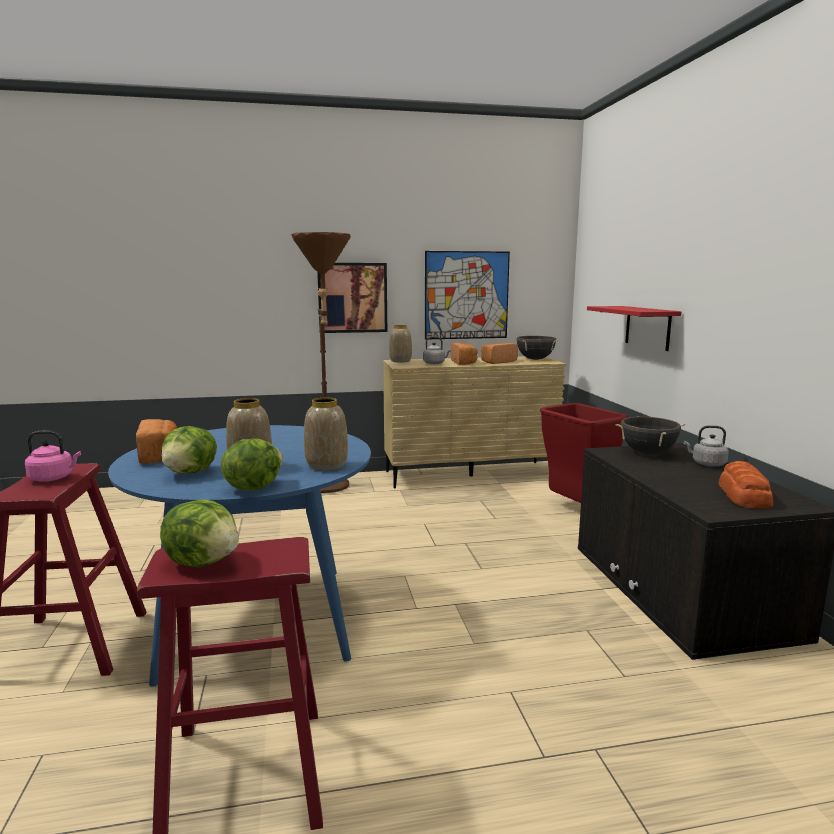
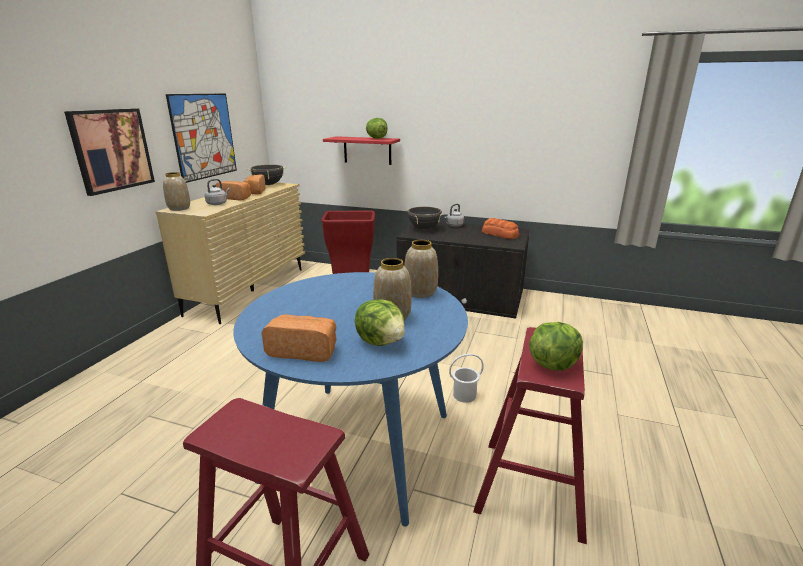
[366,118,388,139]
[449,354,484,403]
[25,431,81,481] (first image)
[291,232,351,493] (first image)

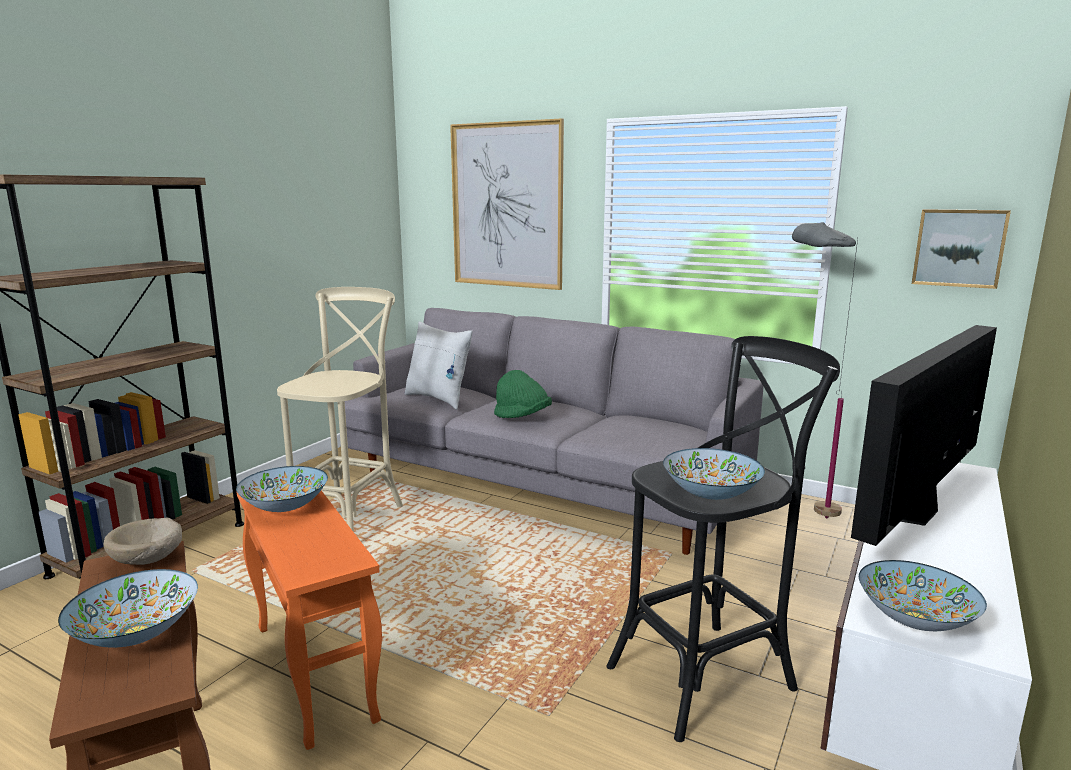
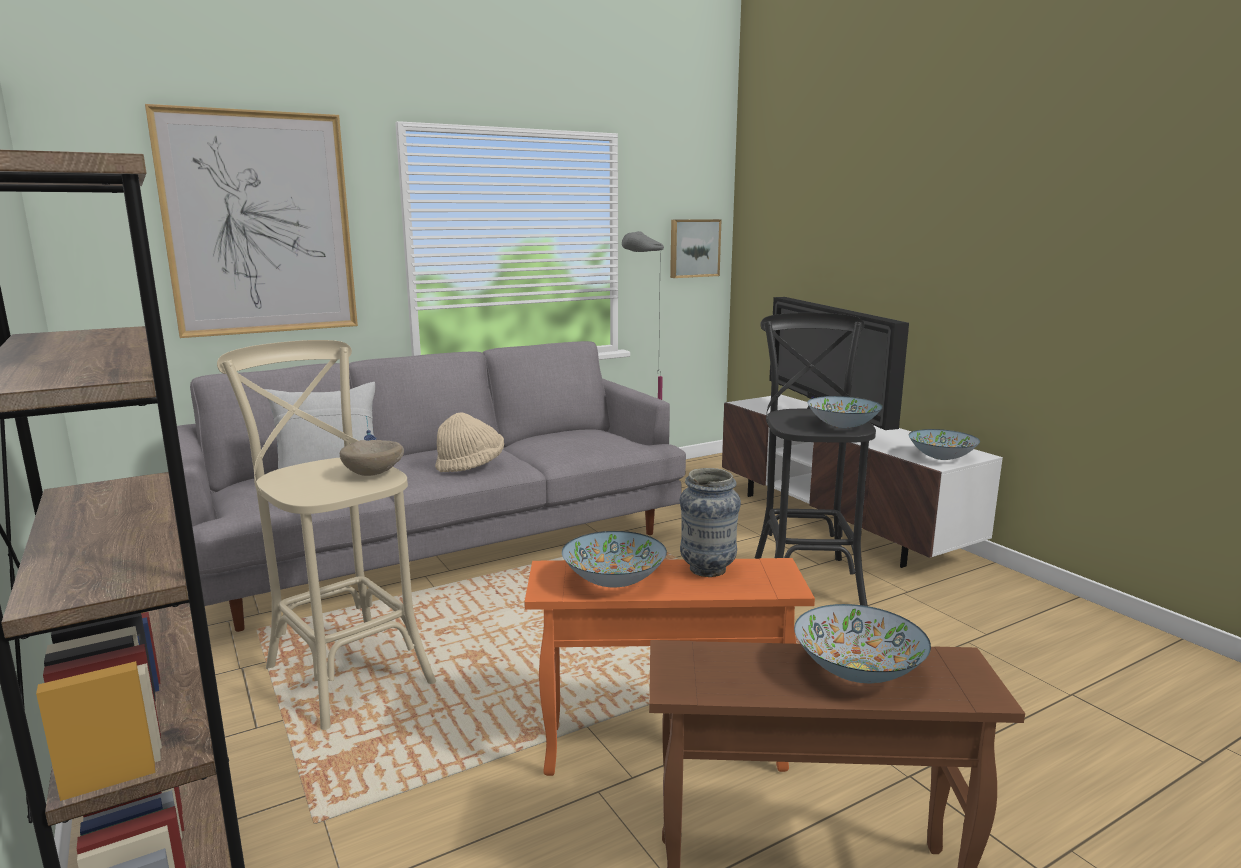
[340,440,404,476]
[435,412,504,472]
[680,468,741,577]

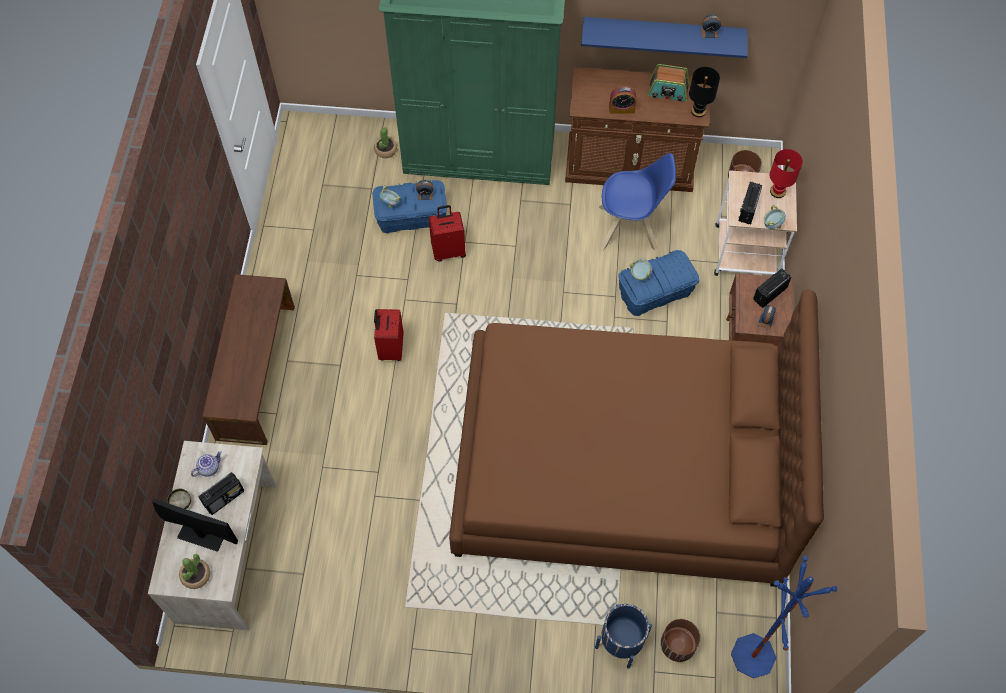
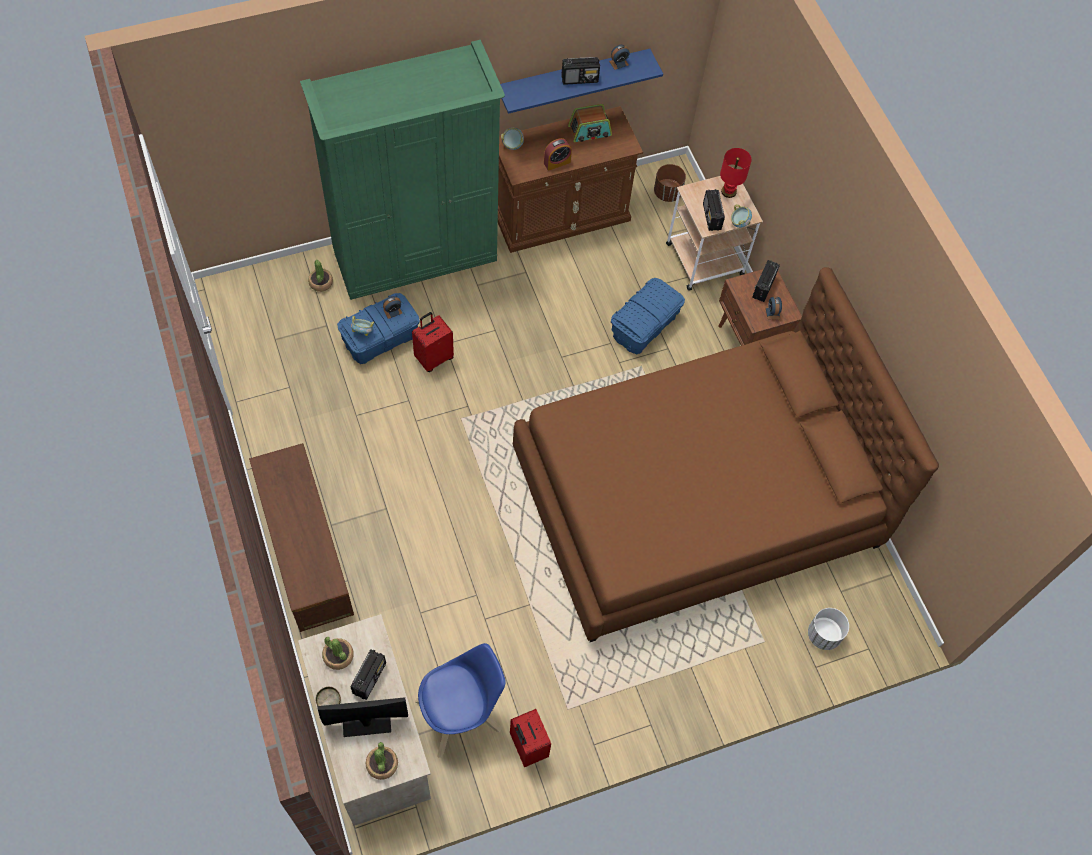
[322,637,354,670]
[415,643,506,758]
[501,128,524,150]
[510,709,551,767]
[561,57,600,85]
[808,608,849,650]
[595,604,652,669] (first image)
[689,67,720,117] (first image)
[731,556,837,679] (first image)

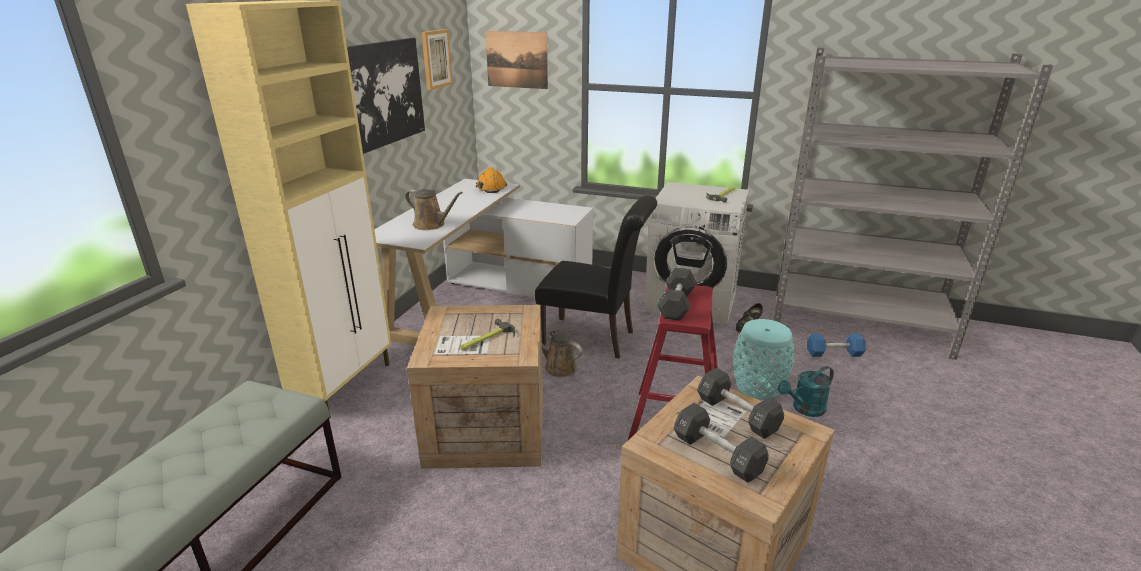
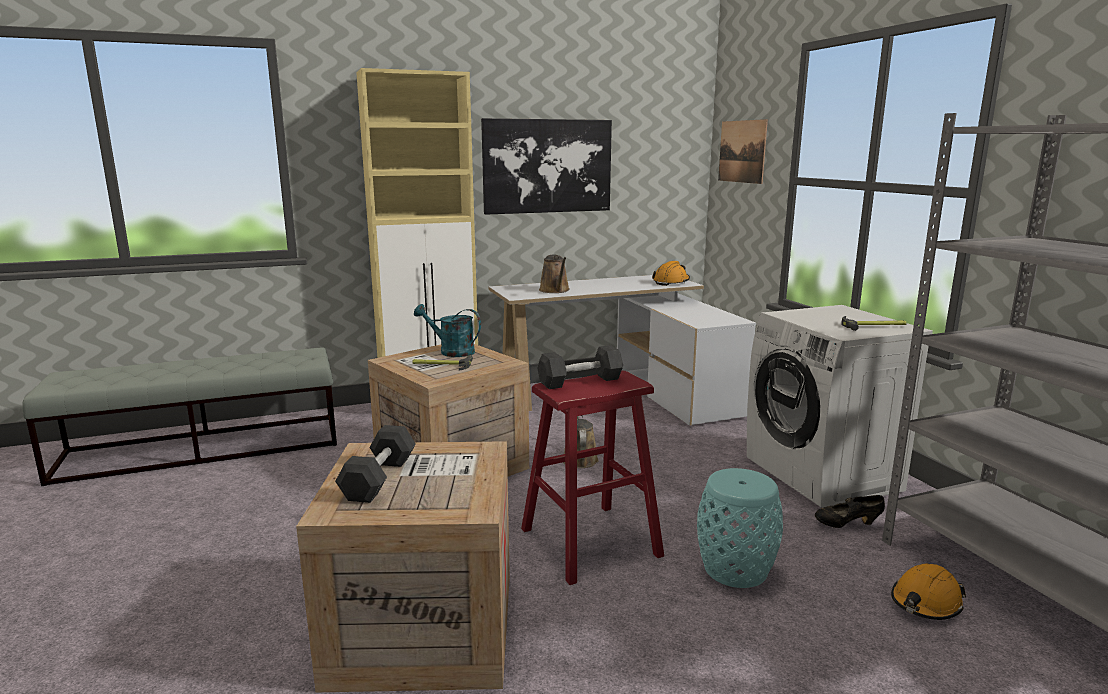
[414,304,481,357]
[891,564,966,620]
[421,29,453,90] (first image)
[535,195,657,358] (first image)
[697,368,784,439] (first image)

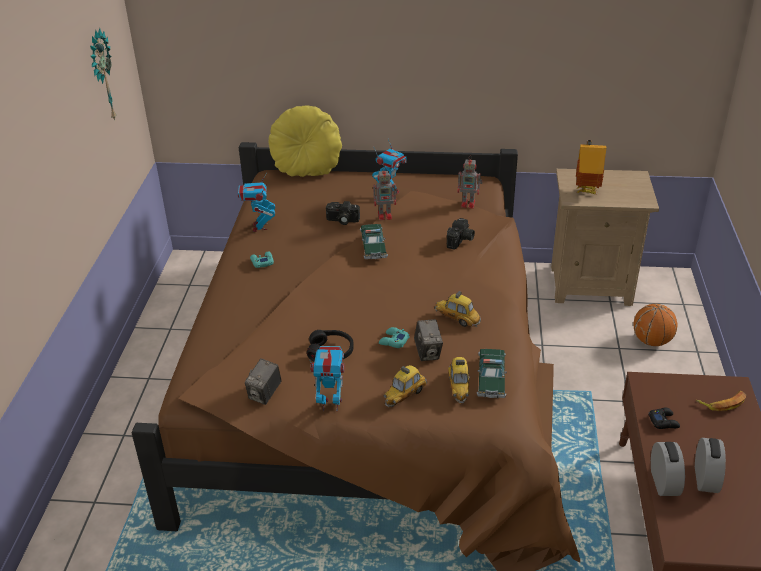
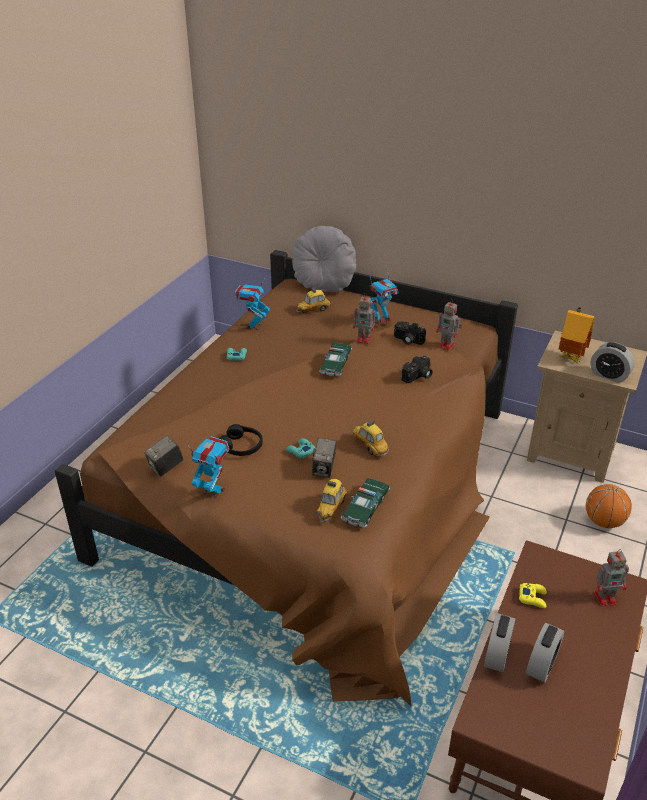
[292,226,356,293]
[296,288,332,313]
[394,321,426,345]
[519,583,547,608]
[590,342,635,383]
[594,549,629,606]
[90,28,116,120] (first image)

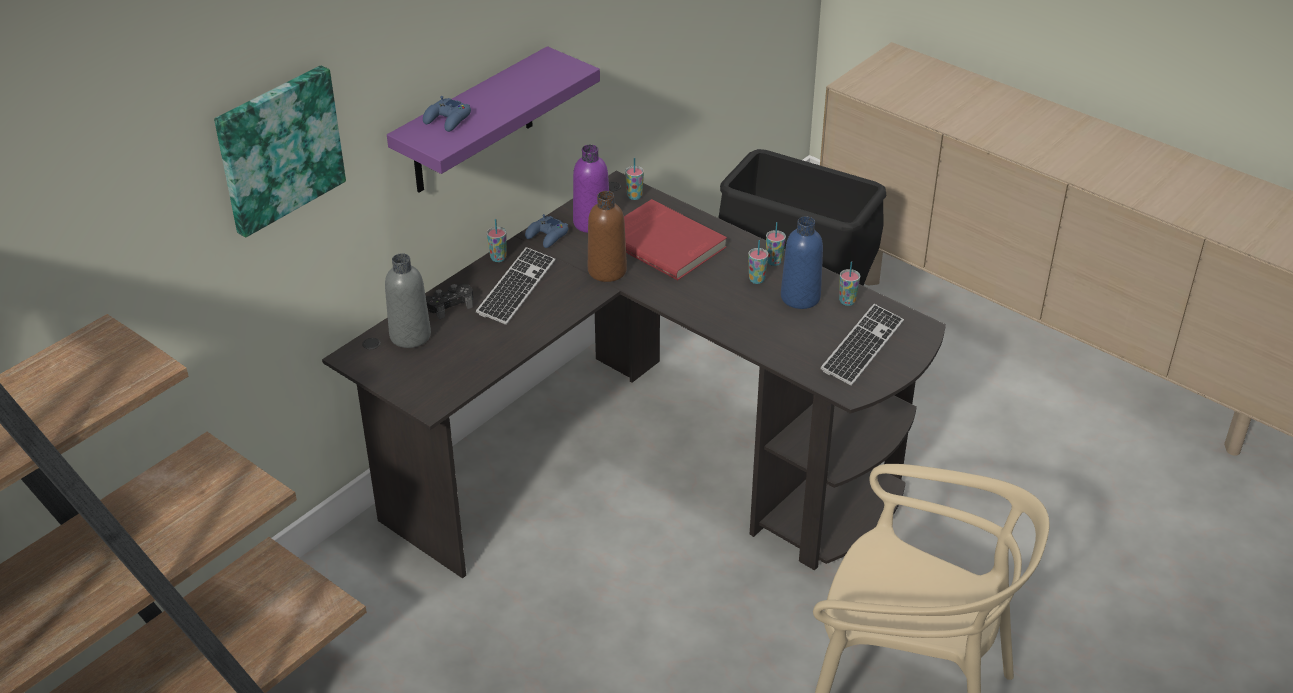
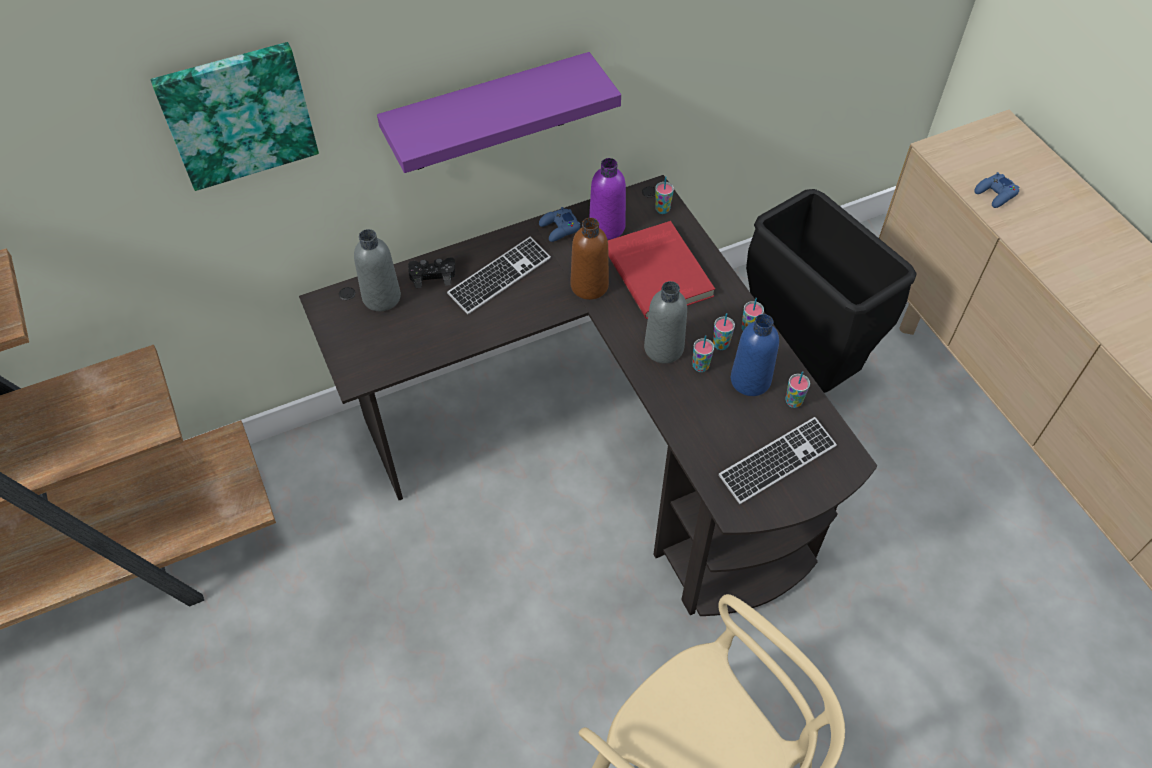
[644,281,687,363]
[692,335,714,372]
[974,172,1020,208]

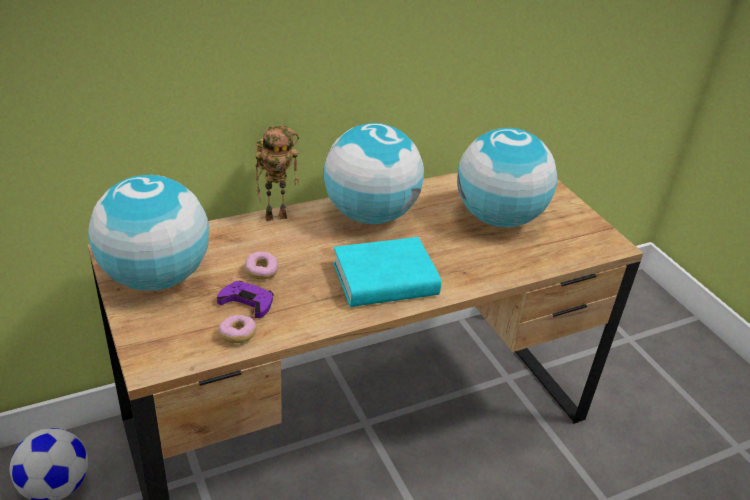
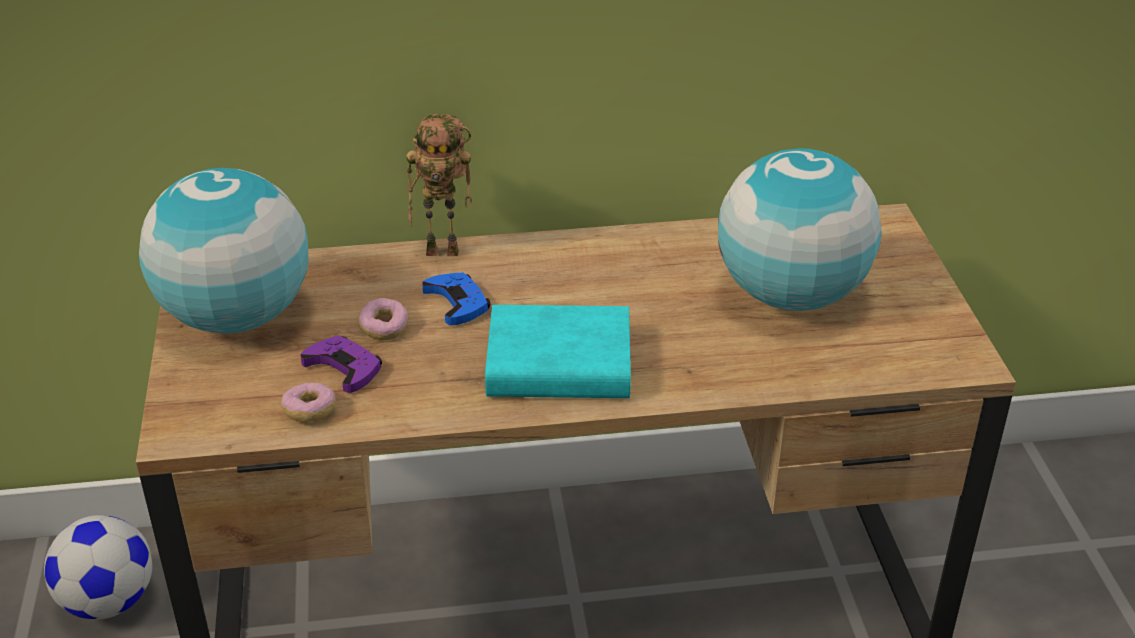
[422,273,490,325]
[323,123,424,224] (first image)

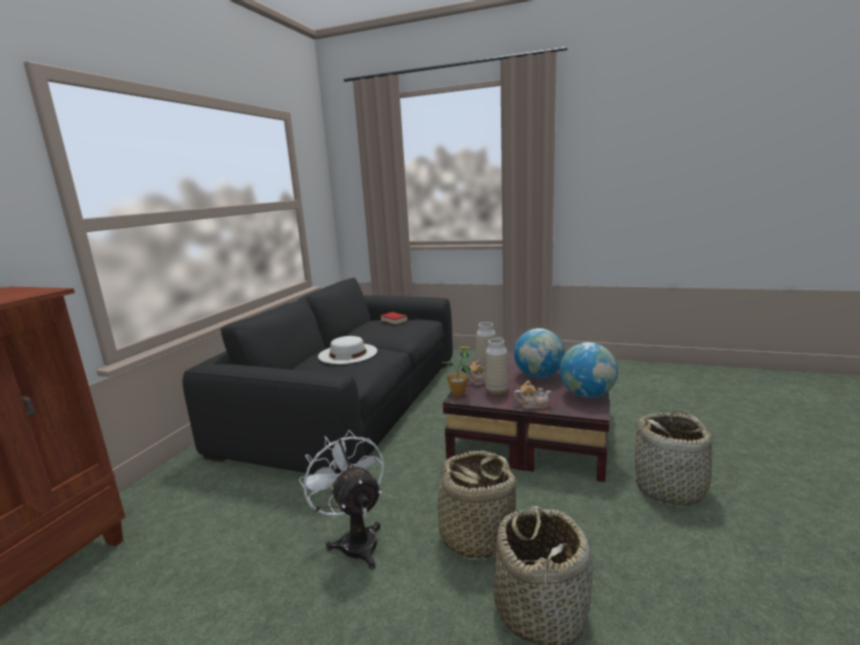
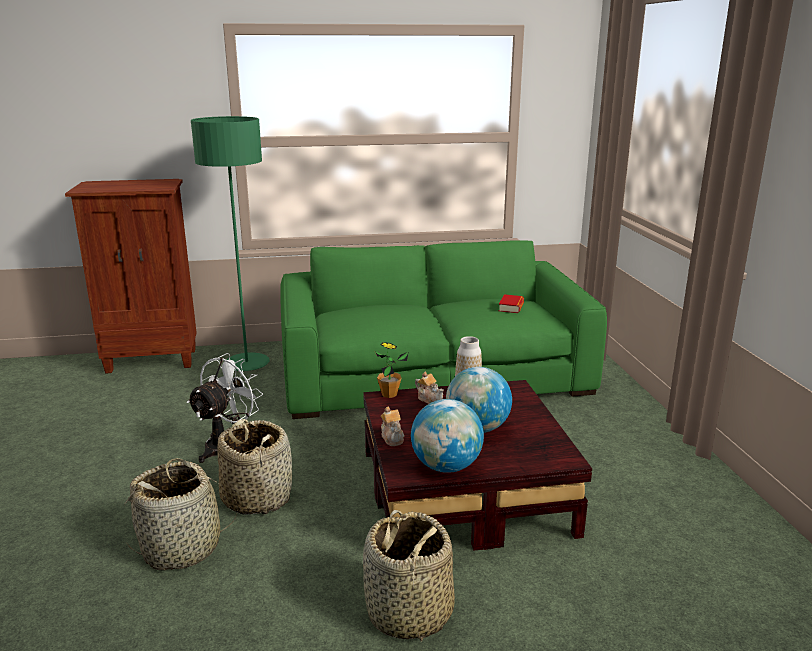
[191,116,270,371]
[280,240,607,419]
[318,336,377,364] (first image)
[485,338,509,395] (first image)

